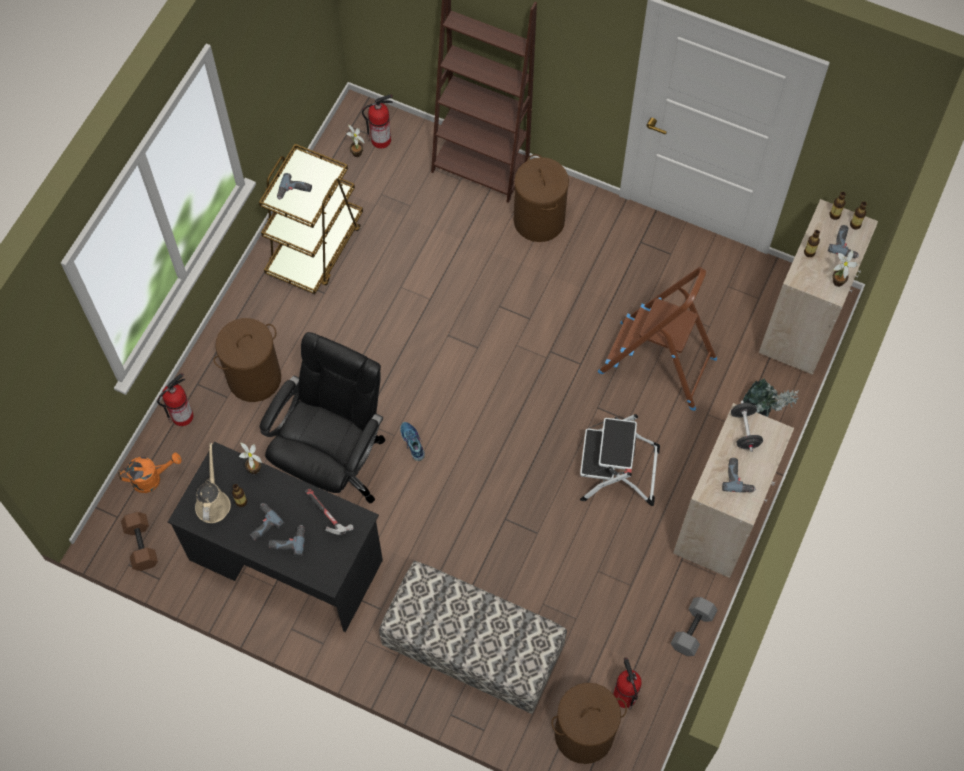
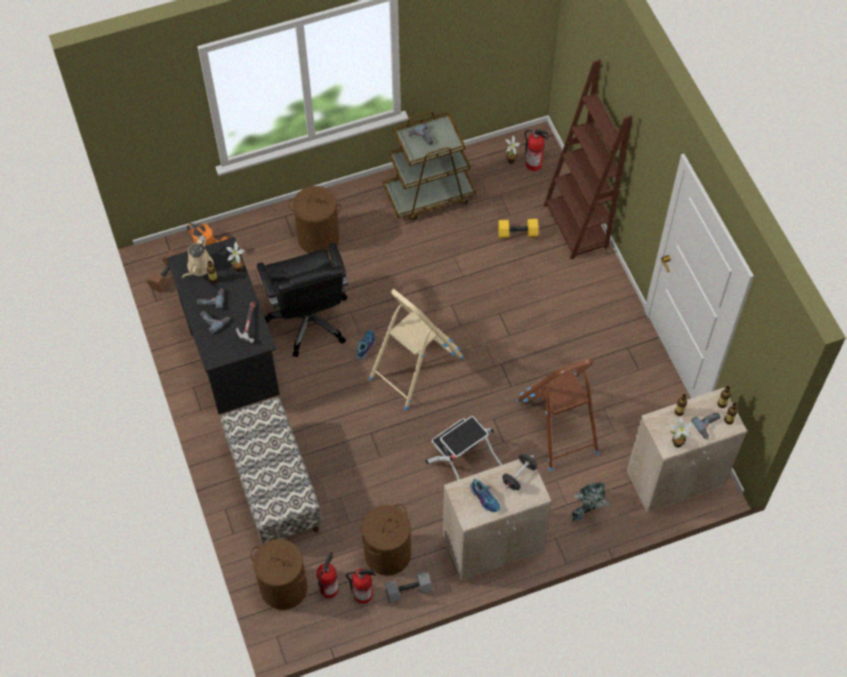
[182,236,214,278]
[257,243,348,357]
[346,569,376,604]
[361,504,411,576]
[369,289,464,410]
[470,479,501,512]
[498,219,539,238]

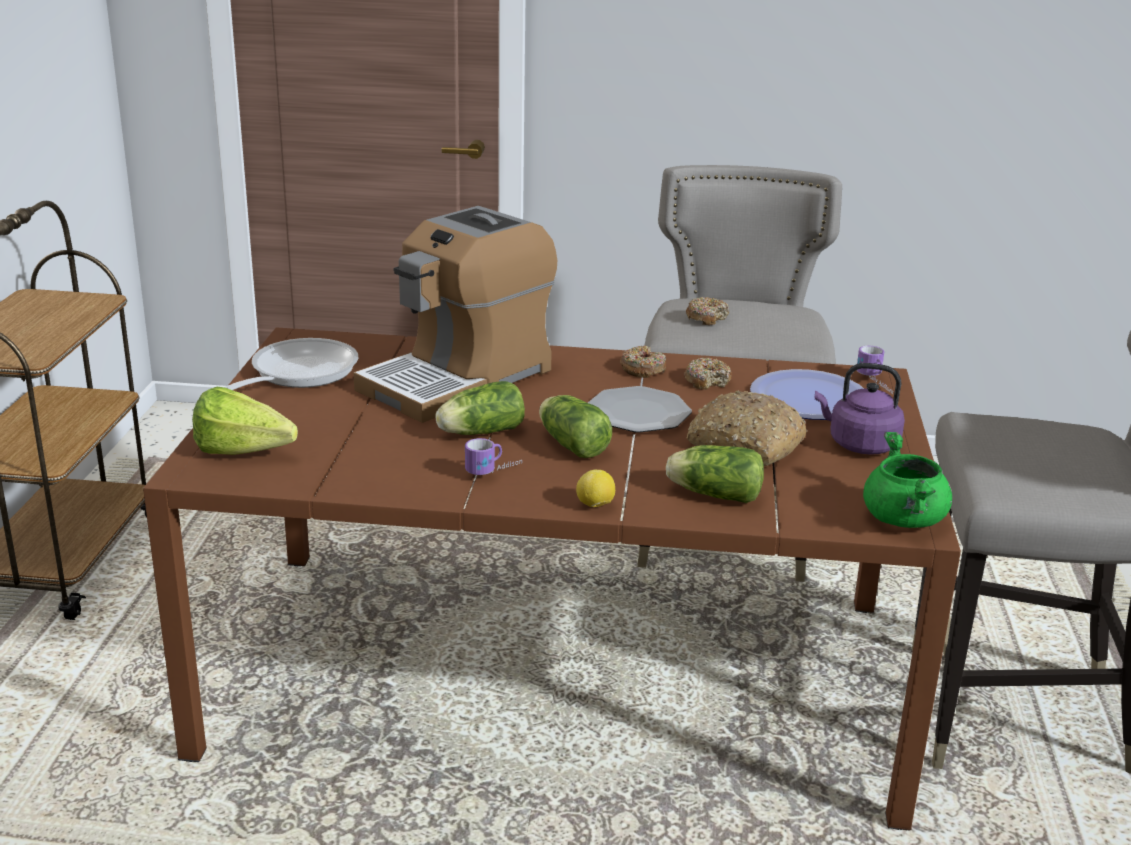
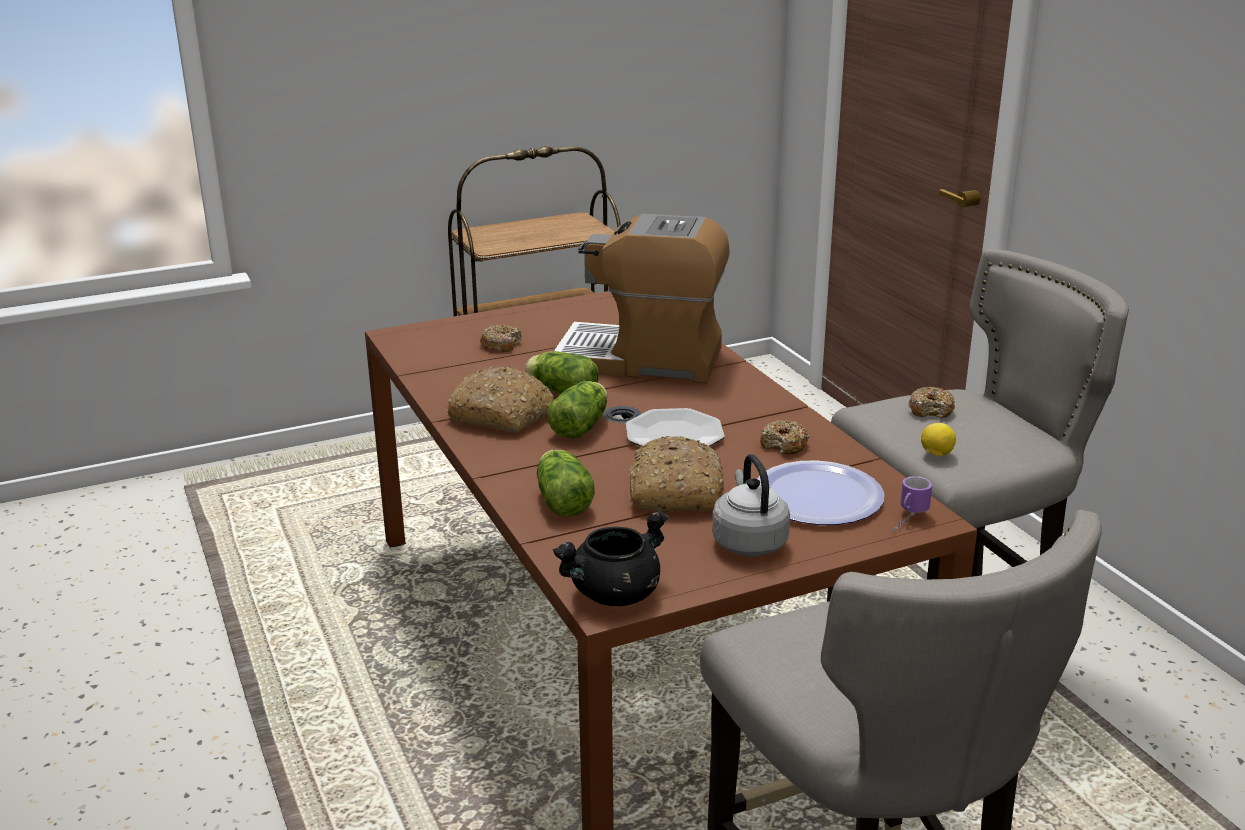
[446,367,554,433]
[480,325,522,352]
[552,510,669,606]
[712,454,790,556]
[921,423,956,456]
[192,387,298,455] (first image)
[224,338,358,390] (first image)

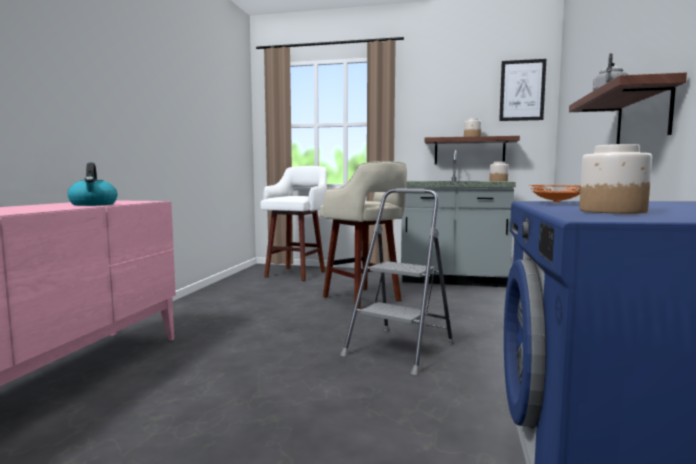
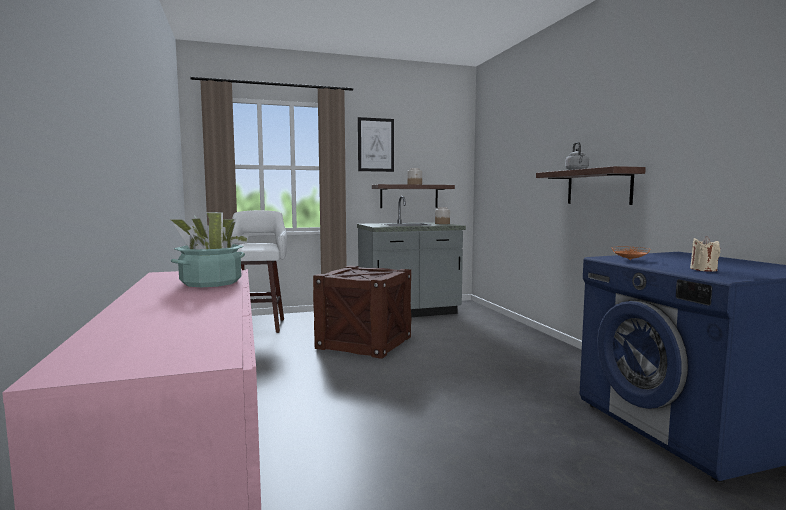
[170,212,249,287]
[313,266,411,359]
[358,117,394,172]
[690,236,720,272]
[340,188,455,375] (first image)

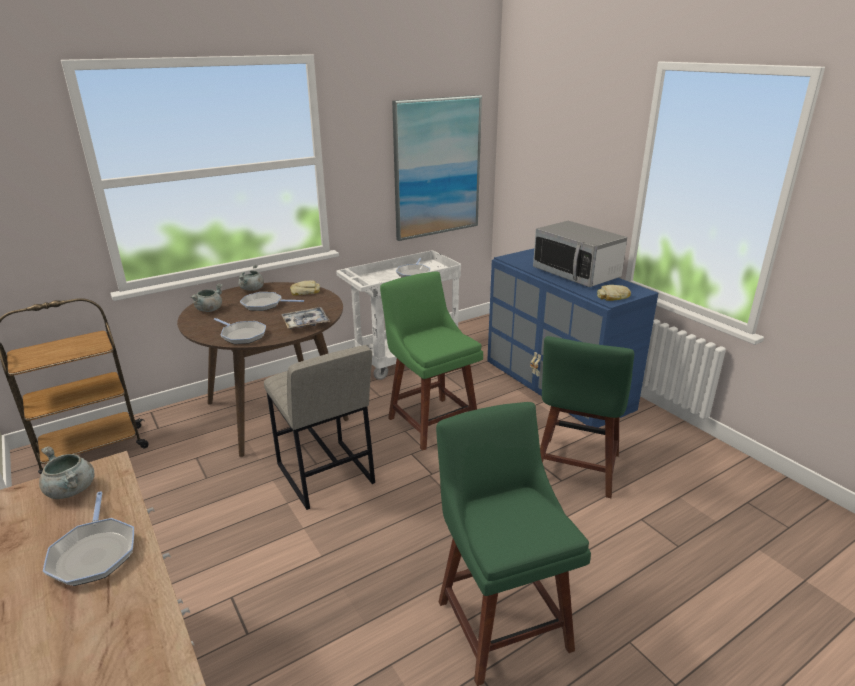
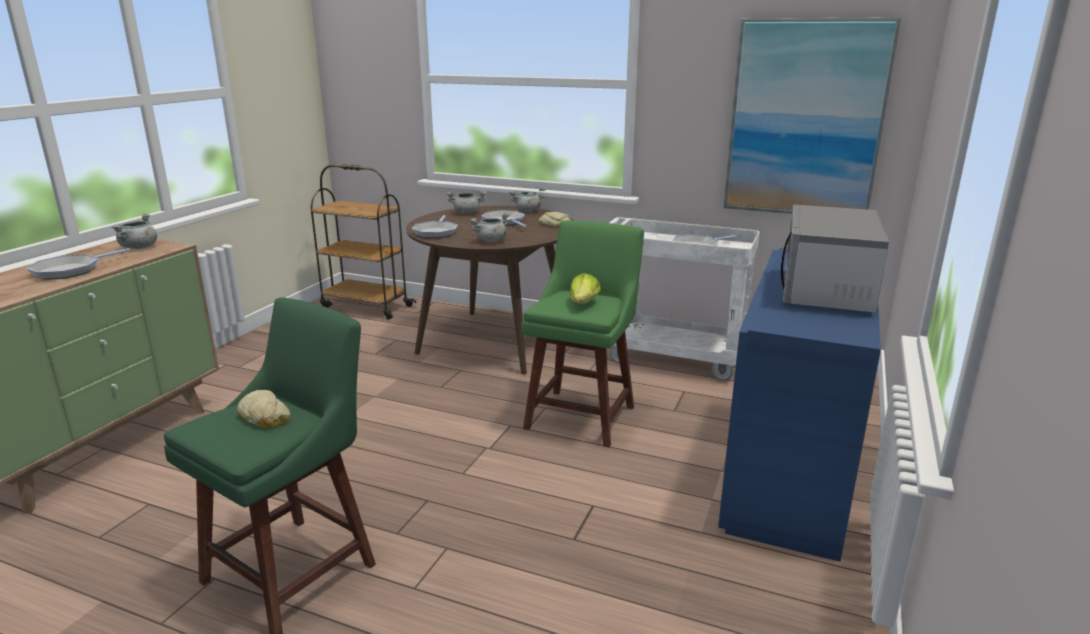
[237,390,291,428]
[469,213,509,242]
[570,273,601,304]
[264,345,375,510] (first image)
[540,336,634,498] (first image)

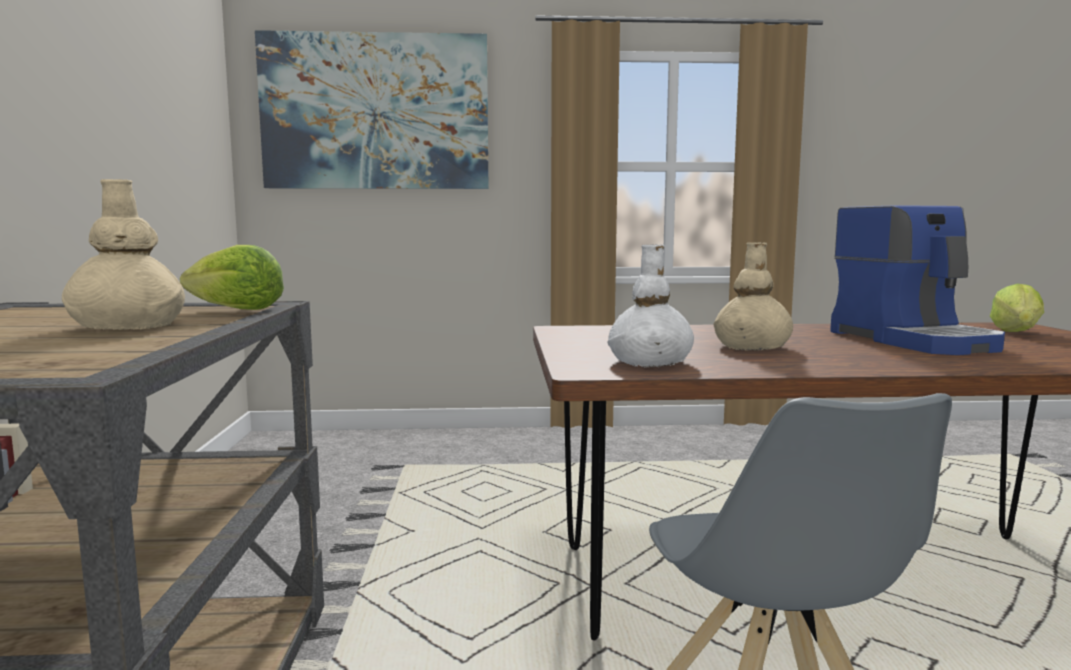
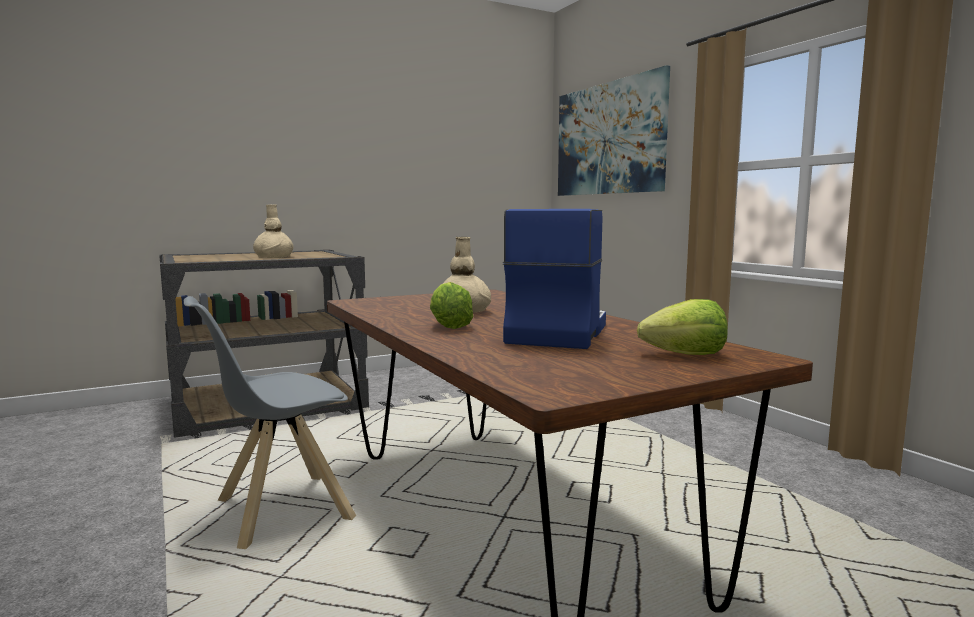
[430,282,474,329]
[503,209,606,349]
[607,245,694,368] (first image)

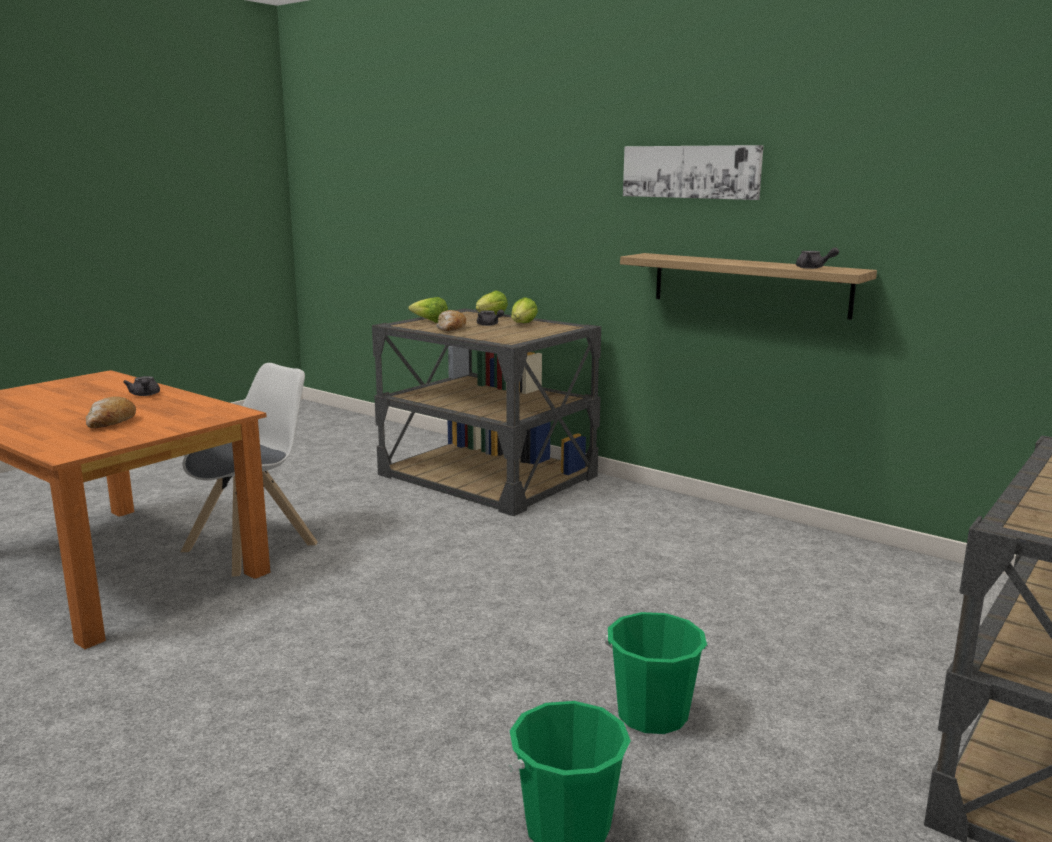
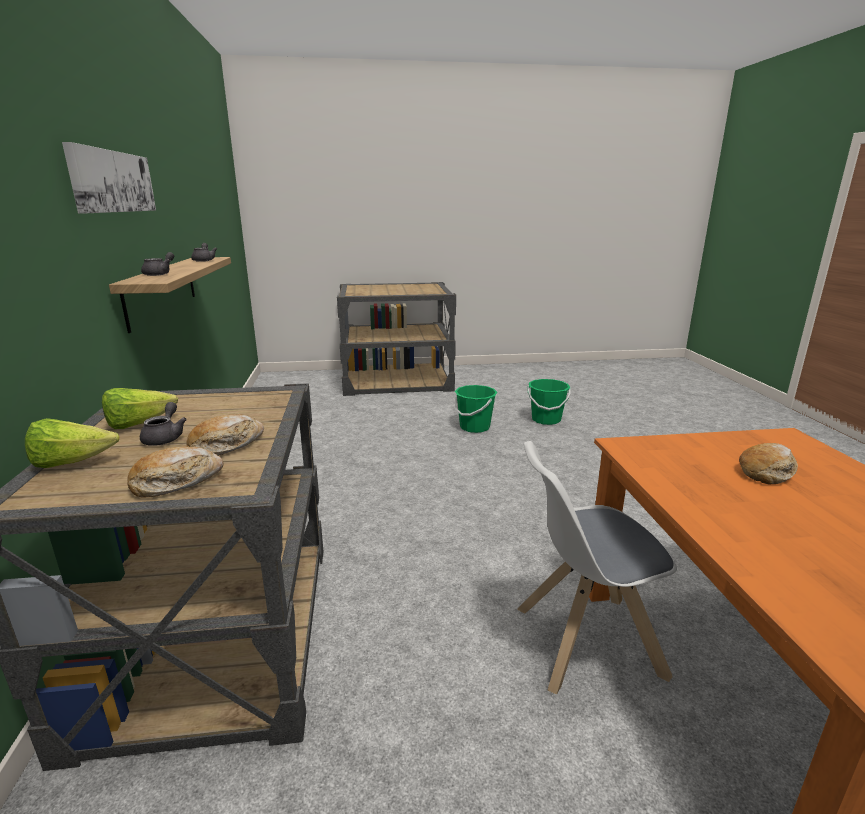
[127,447,223,497]
[141,252,174,276]

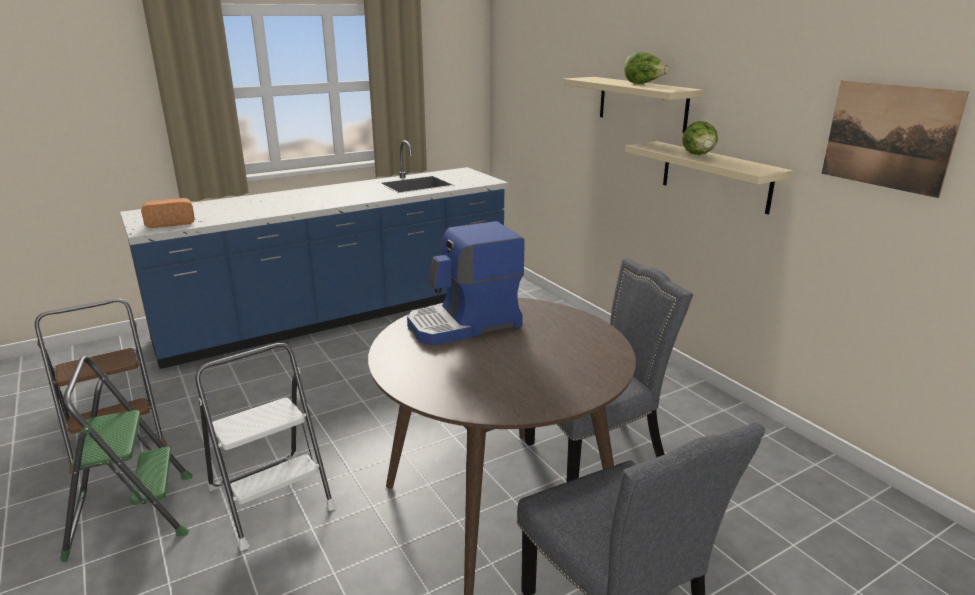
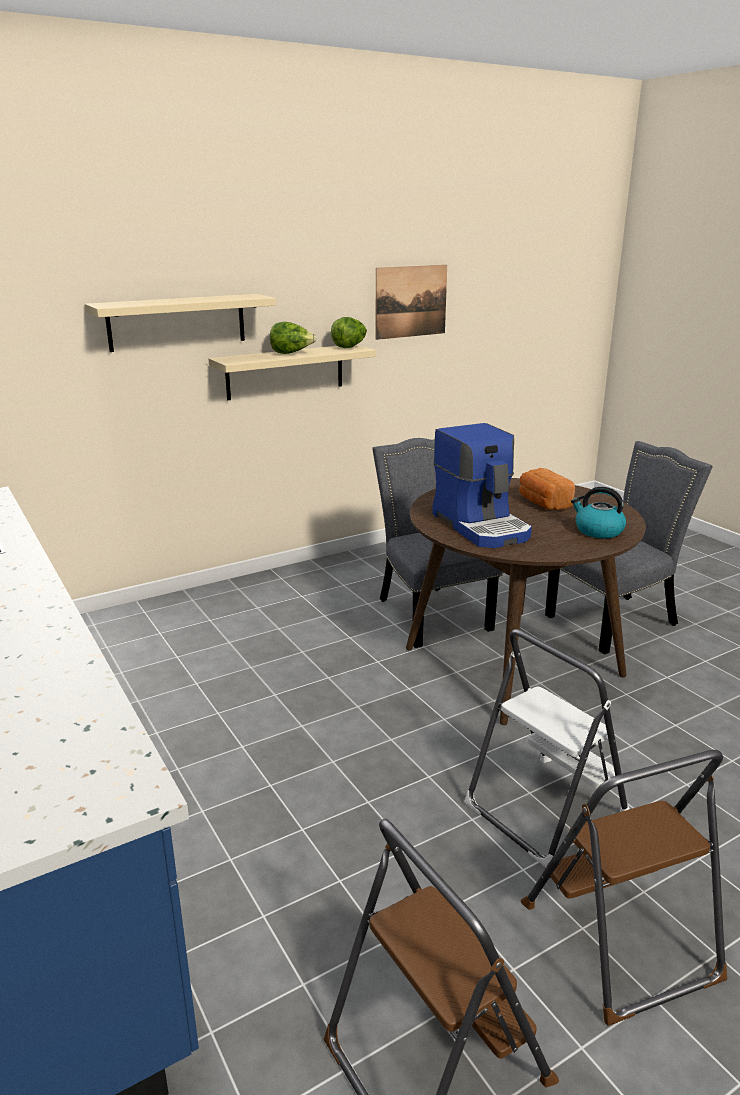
[331,317,367,348]
[519,468,575,510]
[521,750,727,1026]
[571,487,626,539]

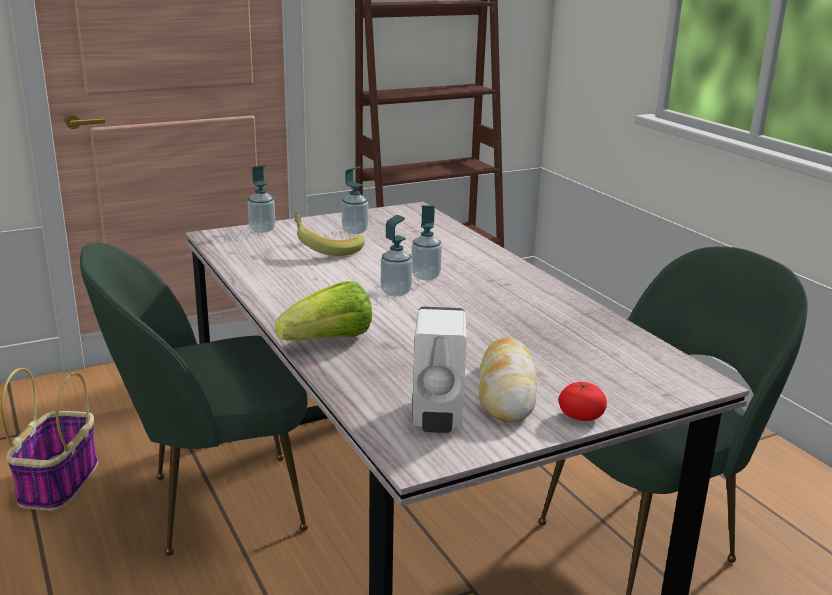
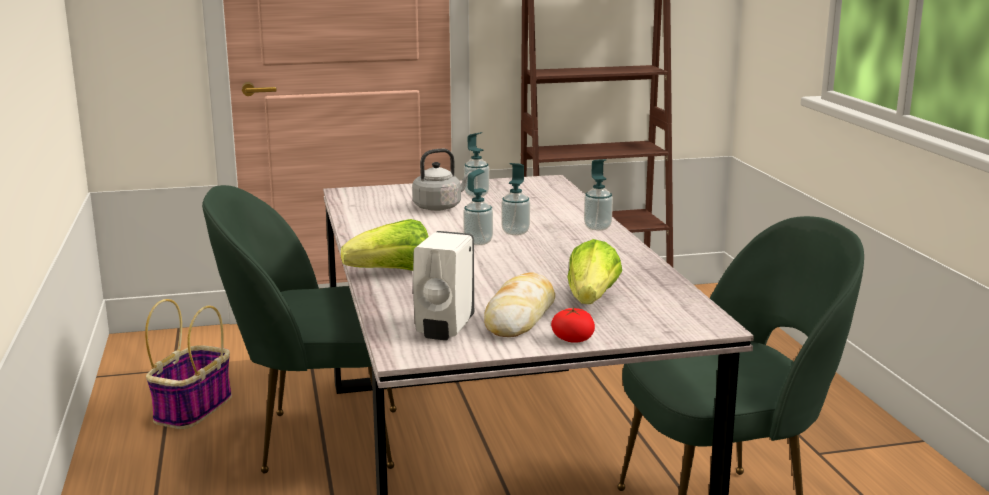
[412,149,472,211]
[567,239,622,304]
[584,159,613,230]

